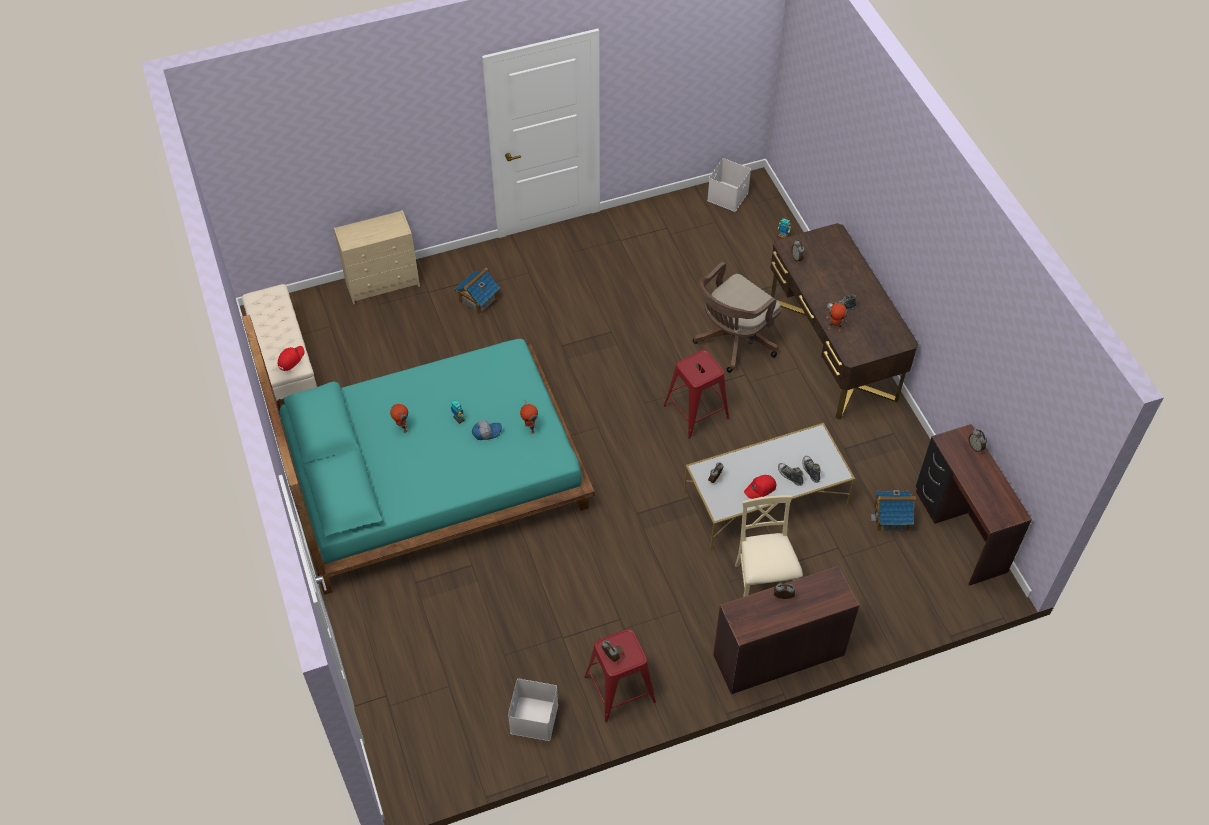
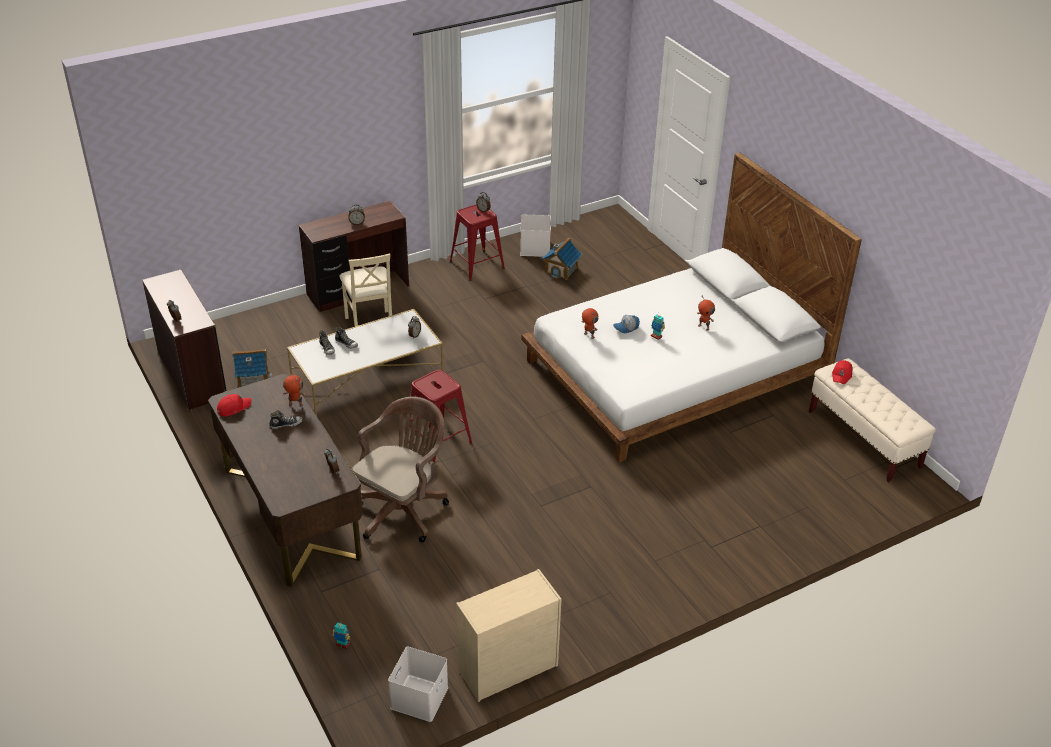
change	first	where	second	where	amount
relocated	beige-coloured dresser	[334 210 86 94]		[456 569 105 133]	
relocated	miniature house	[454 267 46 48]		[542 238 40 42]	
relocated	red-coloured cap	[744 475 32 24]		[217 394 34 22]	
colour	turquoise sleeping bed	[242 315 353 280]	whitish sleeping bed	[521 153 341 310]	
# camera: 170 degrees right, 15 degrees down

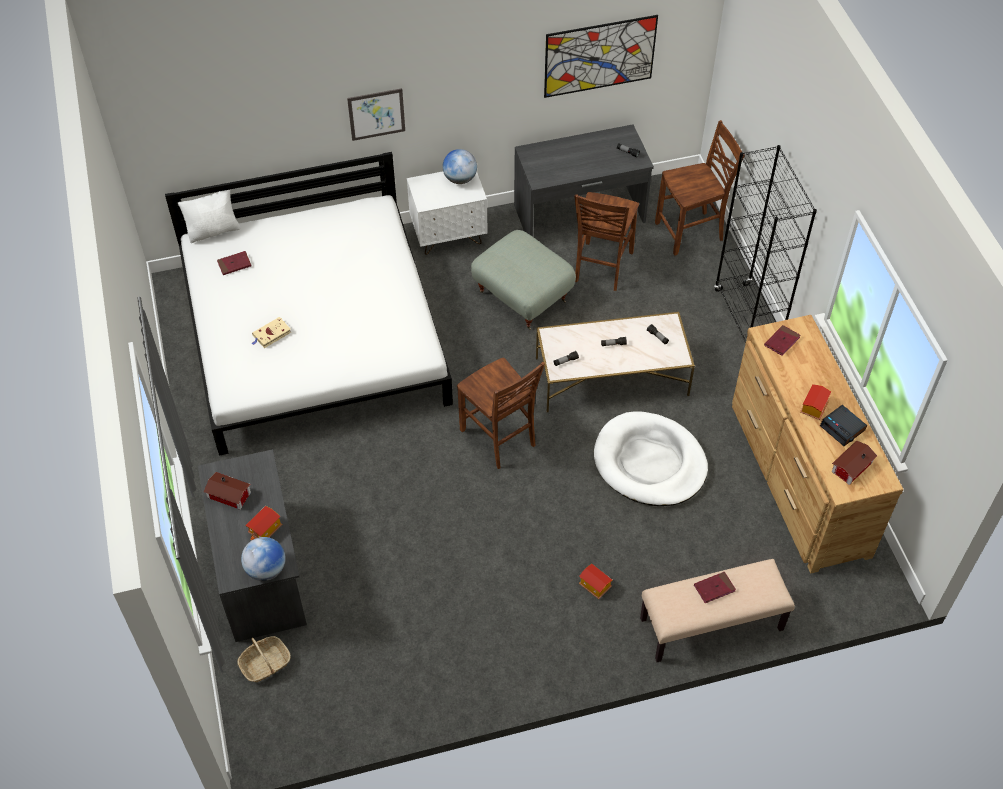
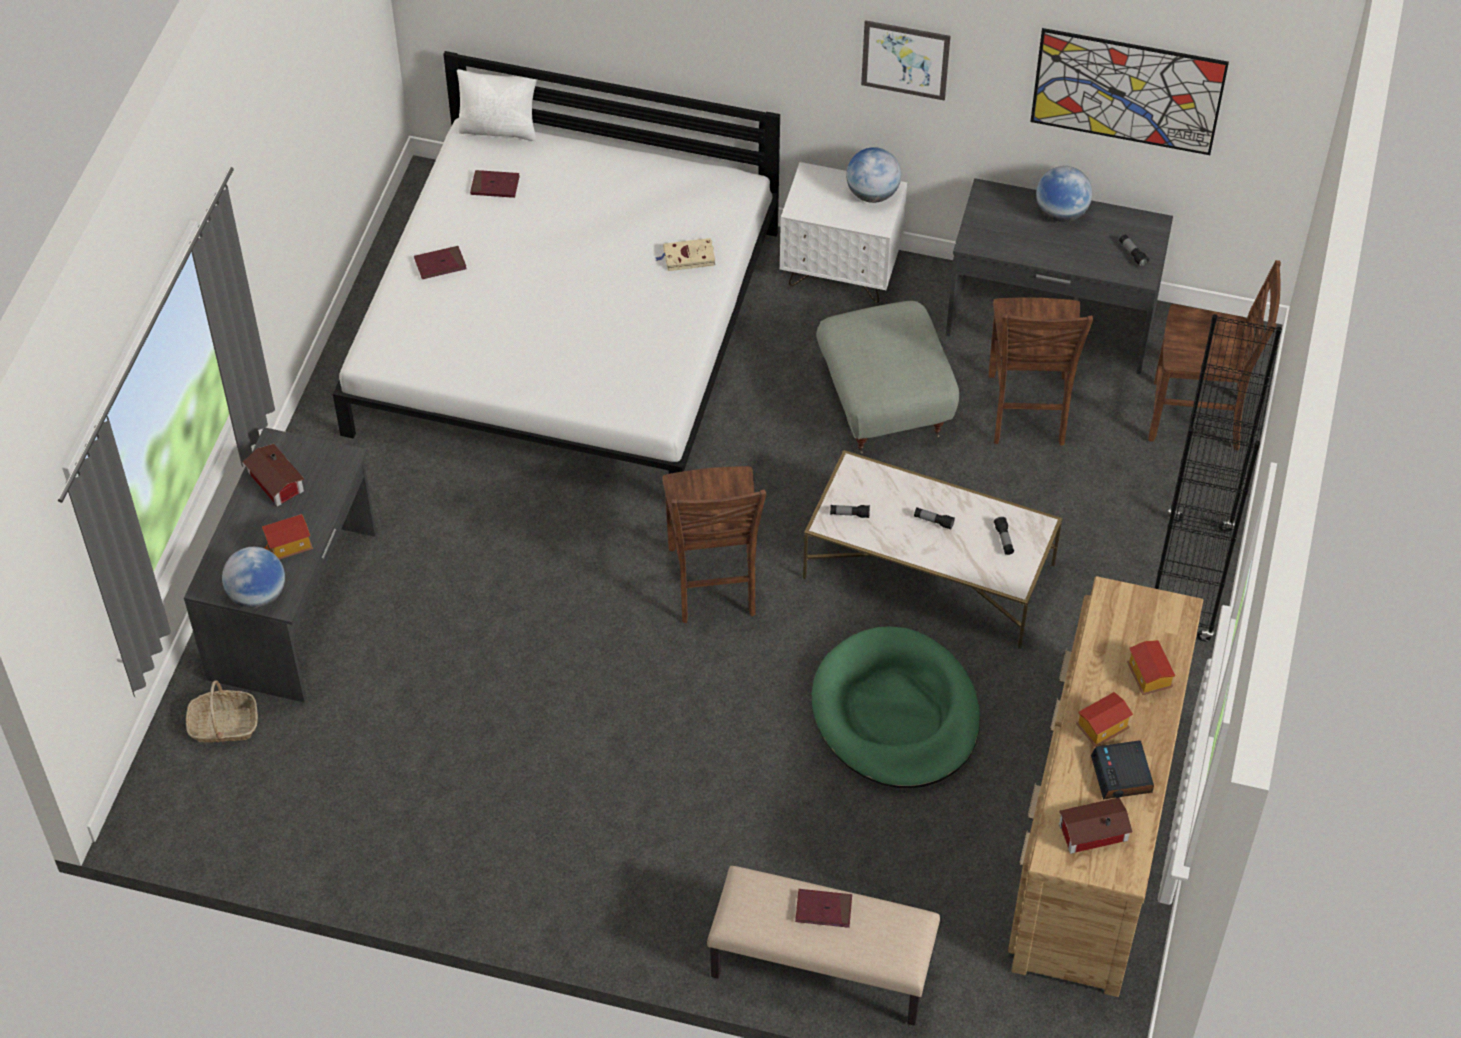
change	first	where	second	where	amount
appeared			desk globe	[1036 166 56 56]	
relocated	beige-coloured volume	[251 317 40 31]		[656 238 59 33]	
relocated	wall picture	[347 88 58 53]		[861 20 90 81]	
relocated	miniature house	[579 564 33 35]		[1127 640 49 55]	
relocated	red-coloured volume	[764 325 37 31]		[414 246 53 33]	
colour	whitish dog cushion	[594 411 114 95]	green dog cushion	[812 626 168 162]	
spun	brownish upright chair	[574 192 65 99]		[989 297 104 149]	45 degrees counterclockwise
# camera: 30 degrees right, 0 degrees up

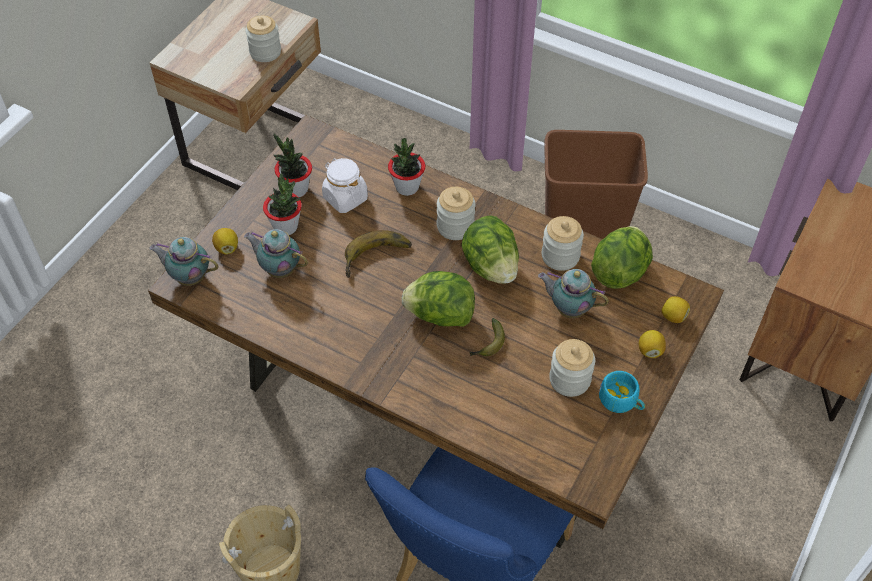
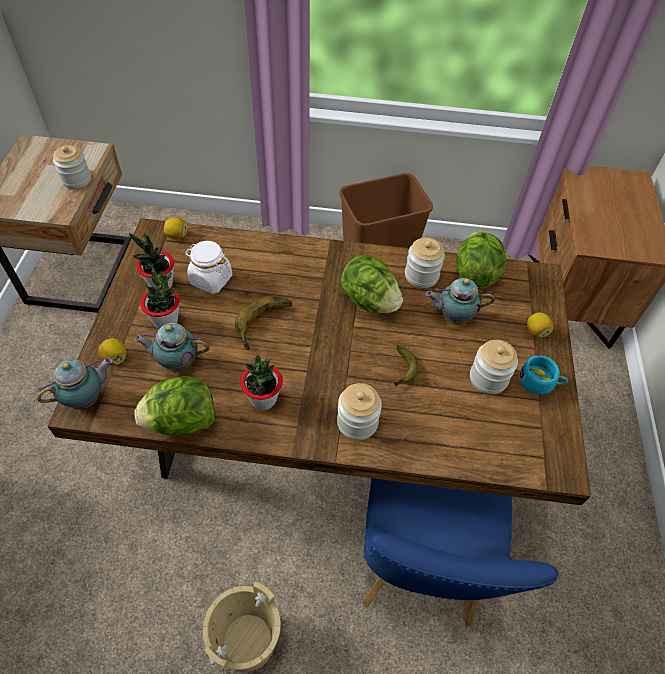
change	first	where	second	where	amount
relocated	houseplant	[388 138 37 58]		[240 356 43 54]	
relocated	head of lettuce	[402 271 73 56]		[134 376 81 59]	
relocated	storage jar	[437 187 39 53]		[337 383 45 57]	
relocated	citrus fruit	[661 296 29 27]		[164 217 23 22]	
spun	tea pot	[149 237 70 49]		[37 358 76 52]	150 degrees clockwise
# camera: 25 degrees left, 0 degrees up

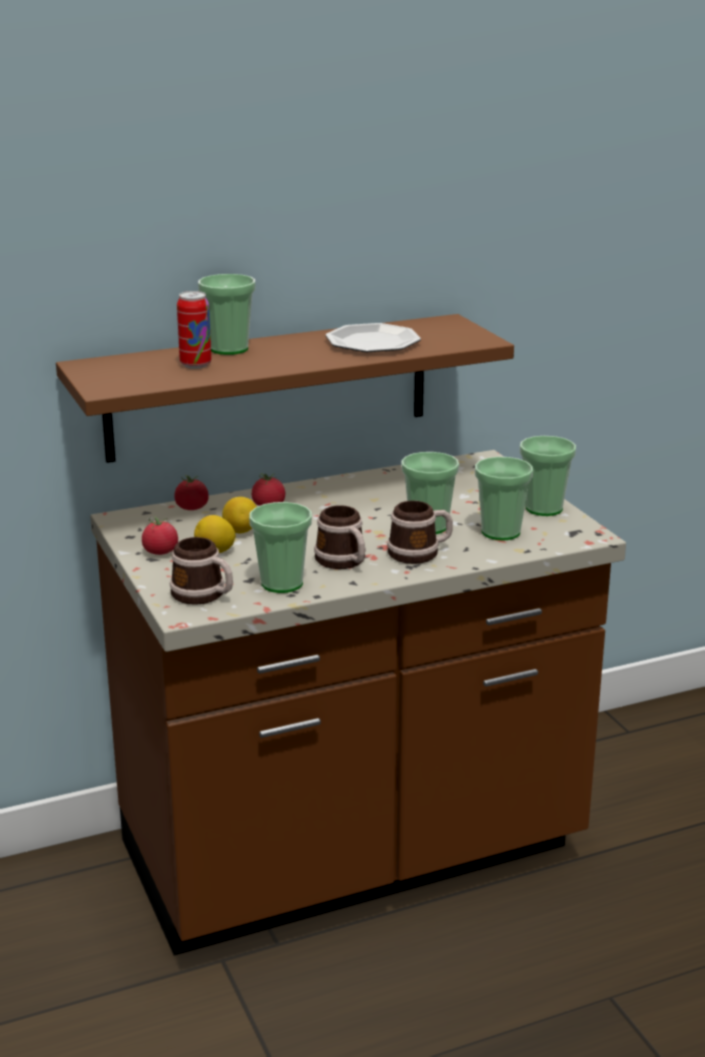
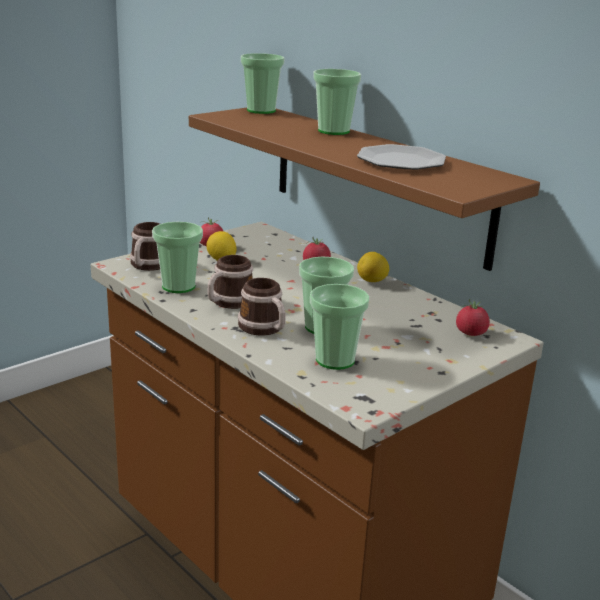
change	first	where	second	where	amount
missing	can	[177 291 34 78]			
relocated	fresh tomato	[174 475 35 35]		[456 299 34 37]	
relocated	citrus fruit	[222 497 35 36]		[357 252 32 30]	
relocated	cup	[520 436 56 80]		[241 53 44 61]	
# camera: 70 degrees right, 0 degrees up

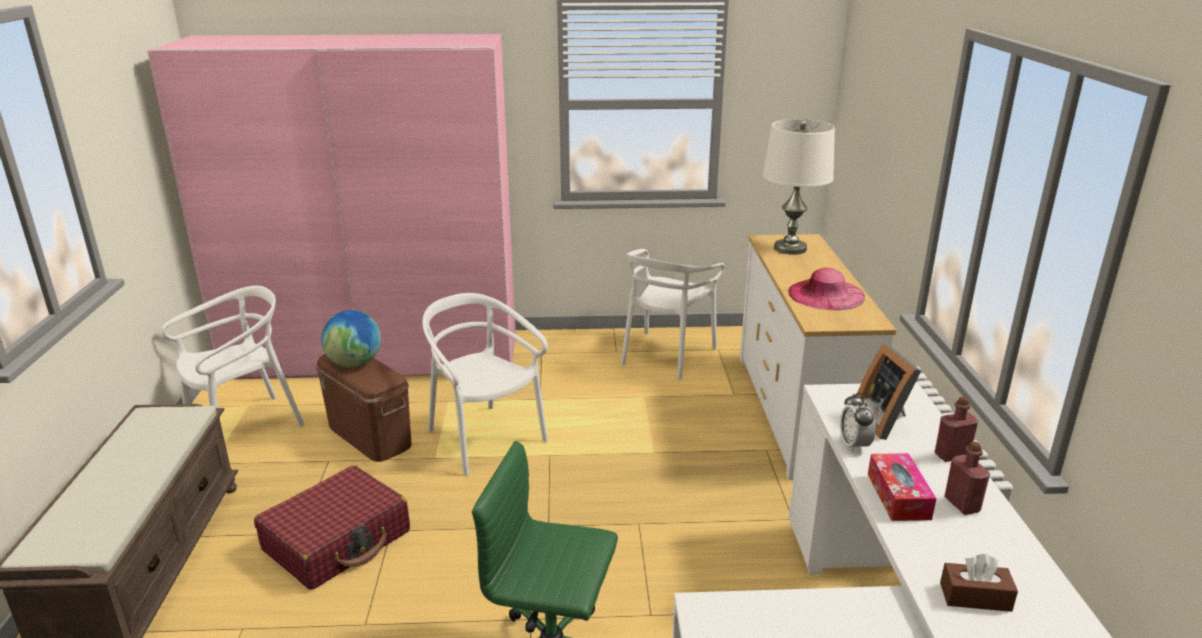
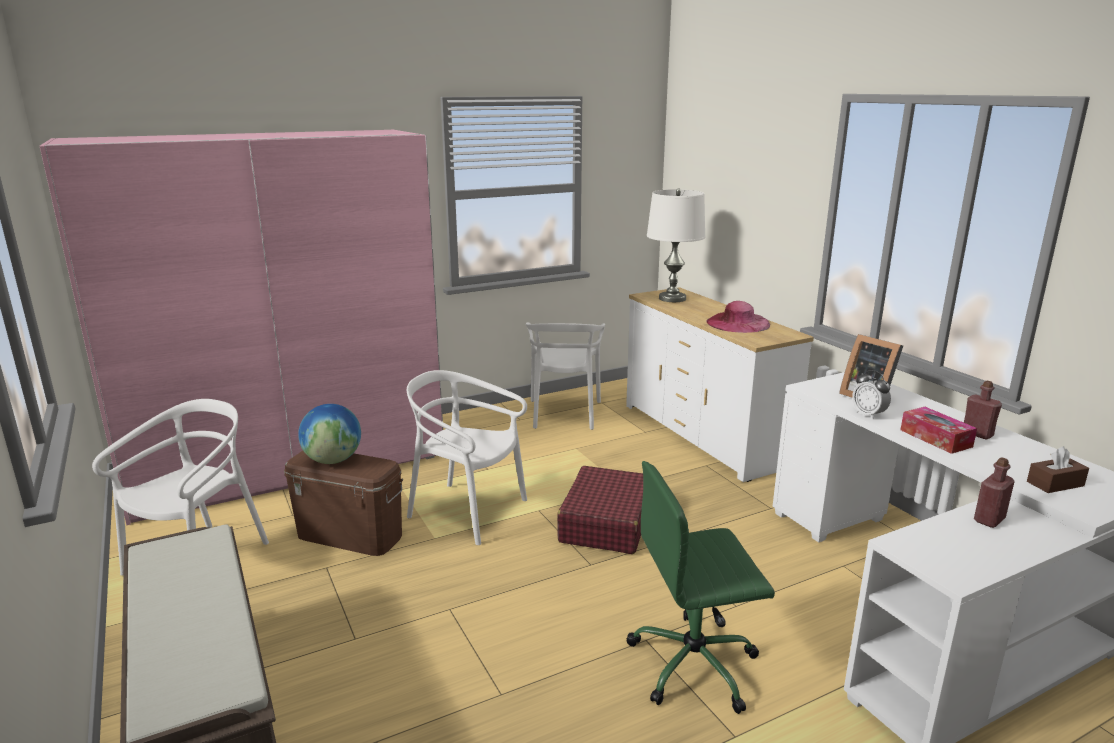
change	first	where	second	where	amount
relocated	red-coloured travel case	[254 465 156 125]		[557 466 86 88]	
relocated	red-coloured drink bottle	[935 397 43 65]		[974 457 41 71]	
# camera: 25 degrees left, 5 degrees down

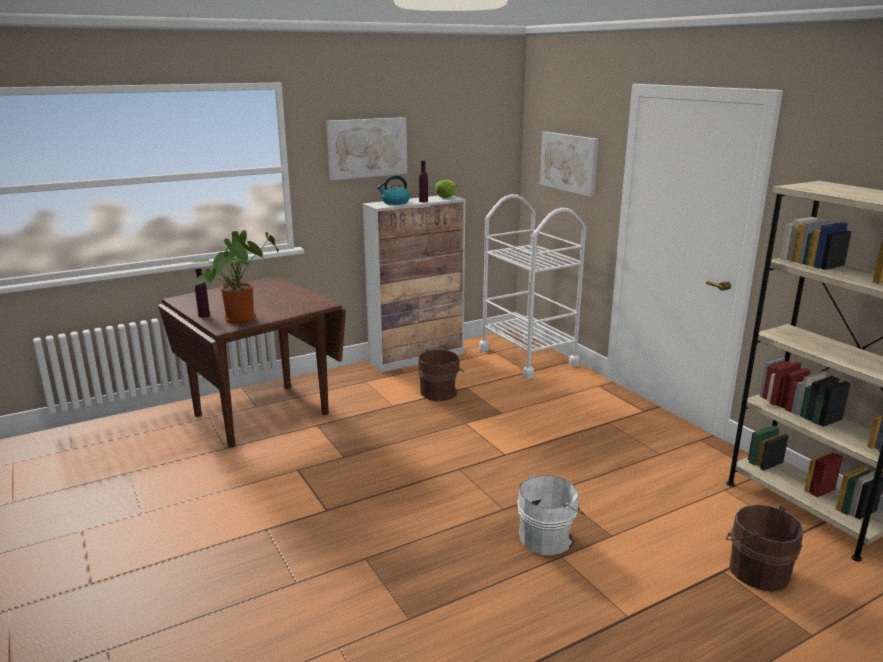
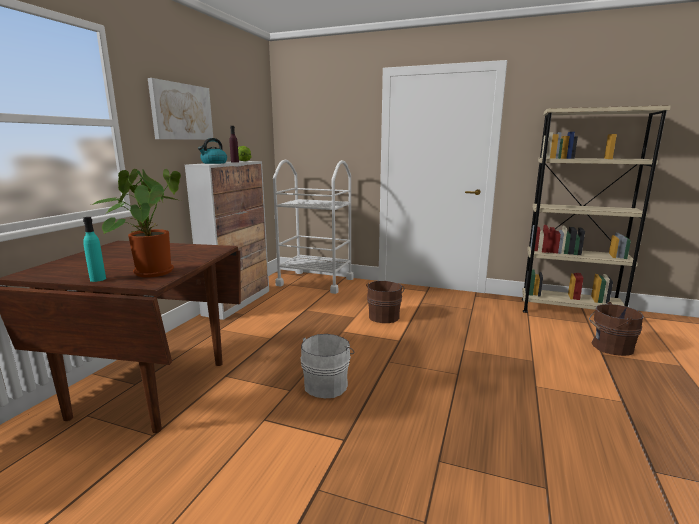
change	first	where	second	where	amount
missing	wall picture	[540 132 59 65]			
relocated	brownish water bucket	[418 349 46 52]		[366 281 38 42]	
relocated	whitish water bucket	[517 474 67 81]		[301 334 53 64]	
colour	purplish drink bottle	[195 268 15 50]	turquoise drink bottle	[83 217 23 65]	
# camera: 40 degrees left, 5 degrees down

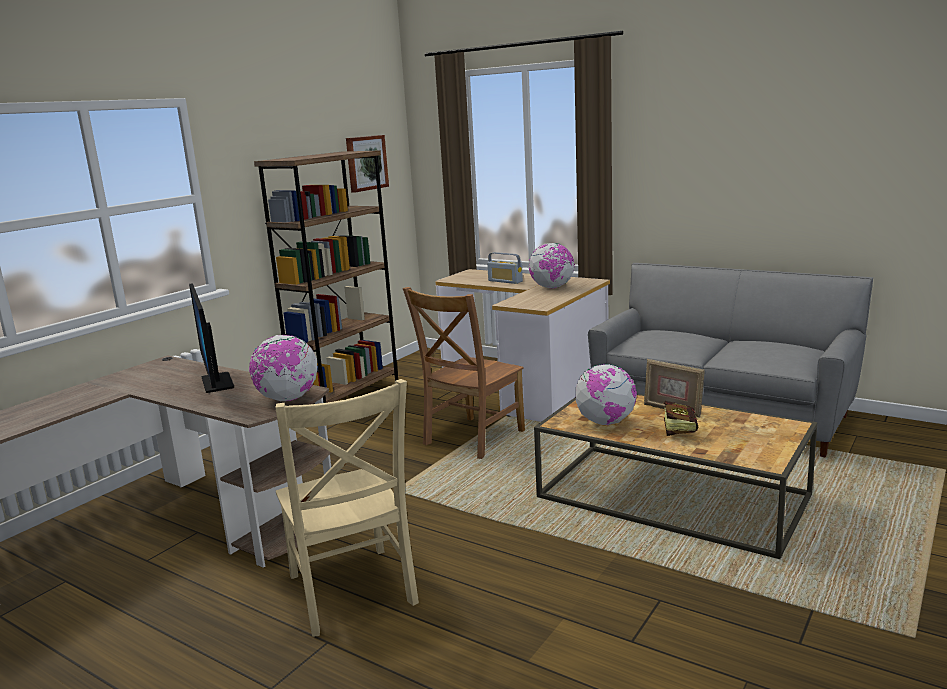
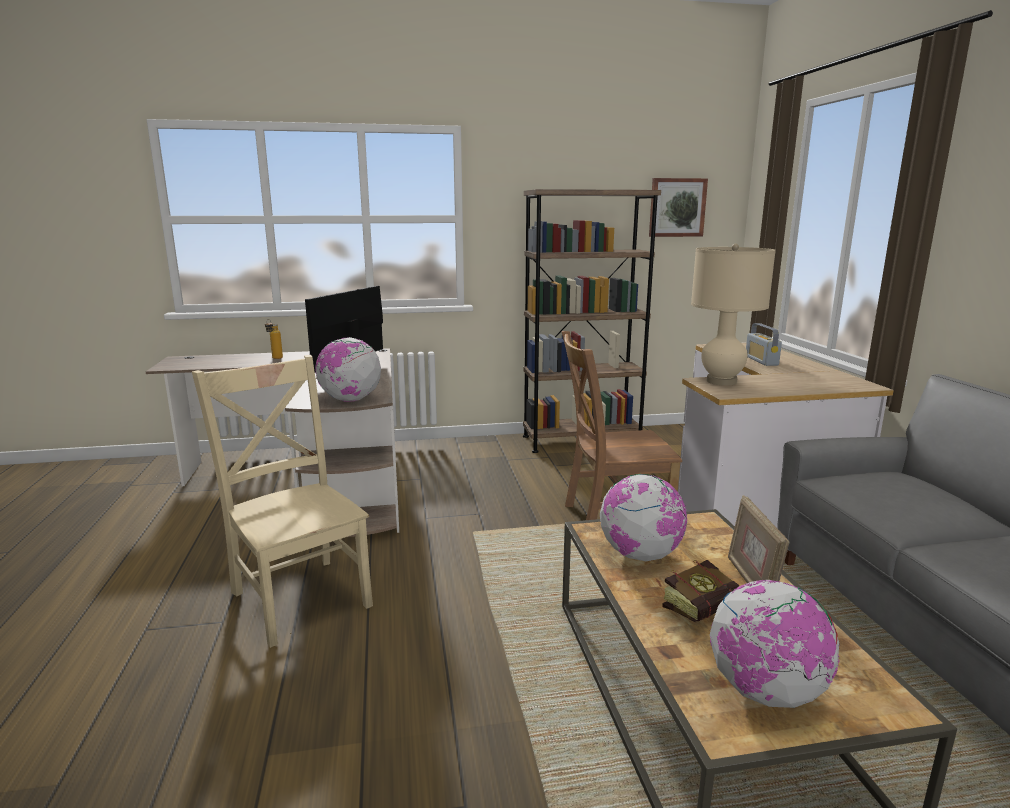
change	first	where	second	where	amount
appeared			drink bottle	[265 319 18 40]	
appeared			beige-coloured lamp for a table	[691 243 85 143]	
relocated	desk globe	[529 243 45 45]		[710 580 130 128]	
spun	beige-coloured upright chair	[275 379 144 258]		[192 355 181 293]	120 degrees clockwise
# camera: 45 degrees right, 0 degrees up

